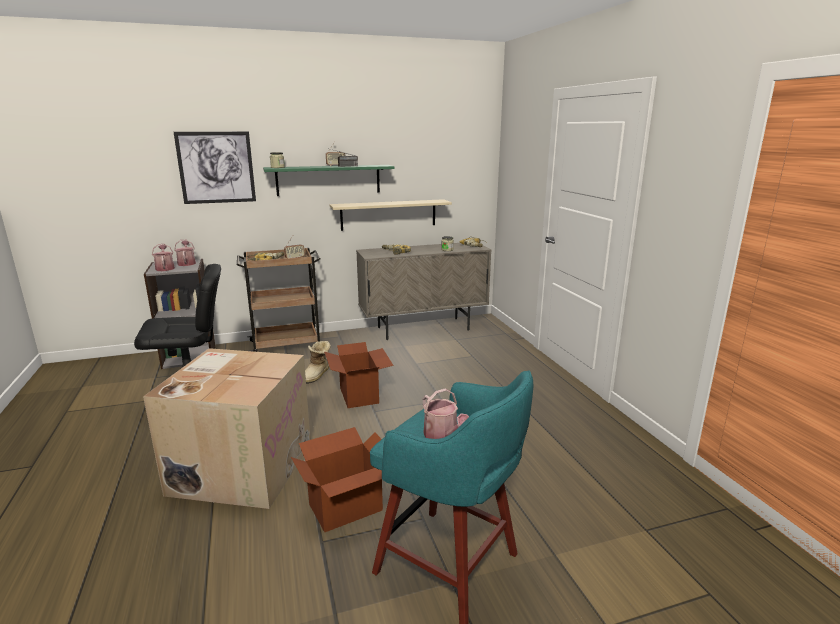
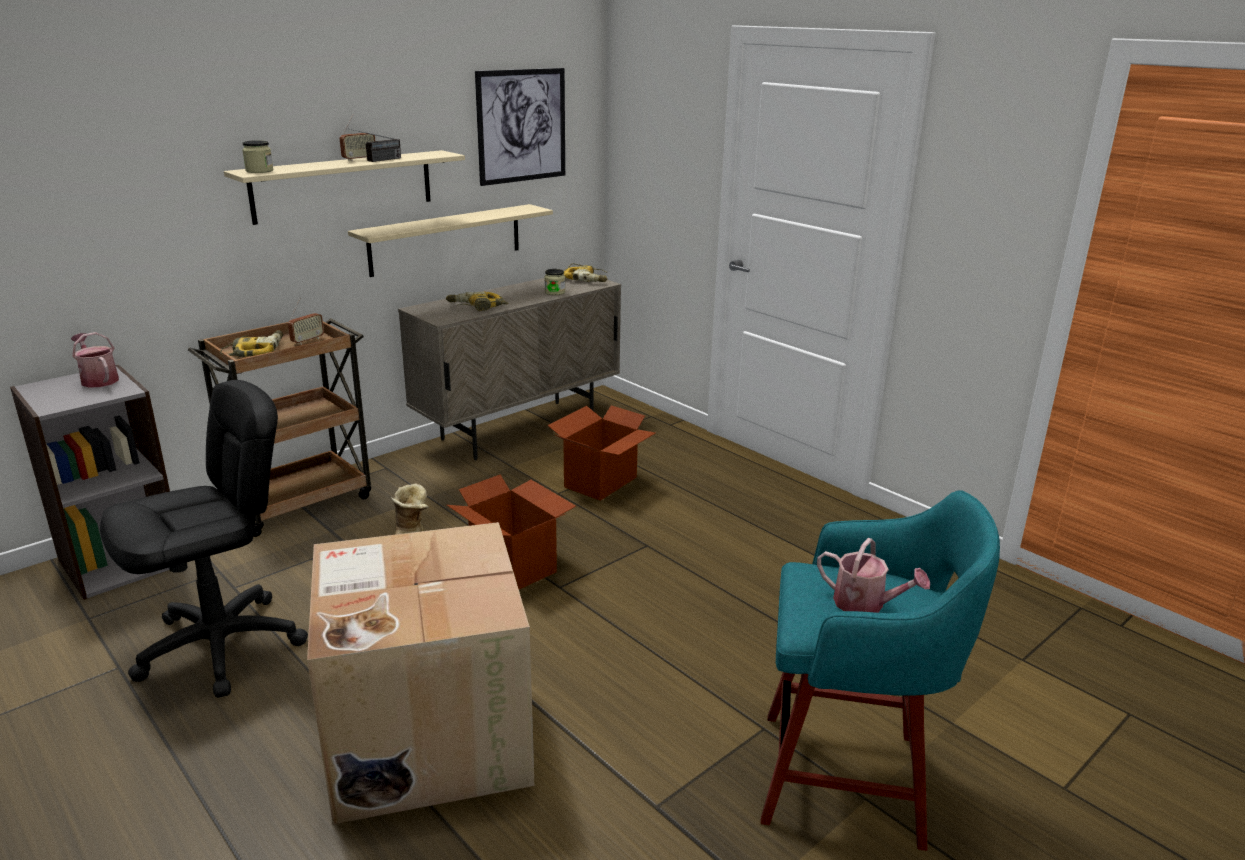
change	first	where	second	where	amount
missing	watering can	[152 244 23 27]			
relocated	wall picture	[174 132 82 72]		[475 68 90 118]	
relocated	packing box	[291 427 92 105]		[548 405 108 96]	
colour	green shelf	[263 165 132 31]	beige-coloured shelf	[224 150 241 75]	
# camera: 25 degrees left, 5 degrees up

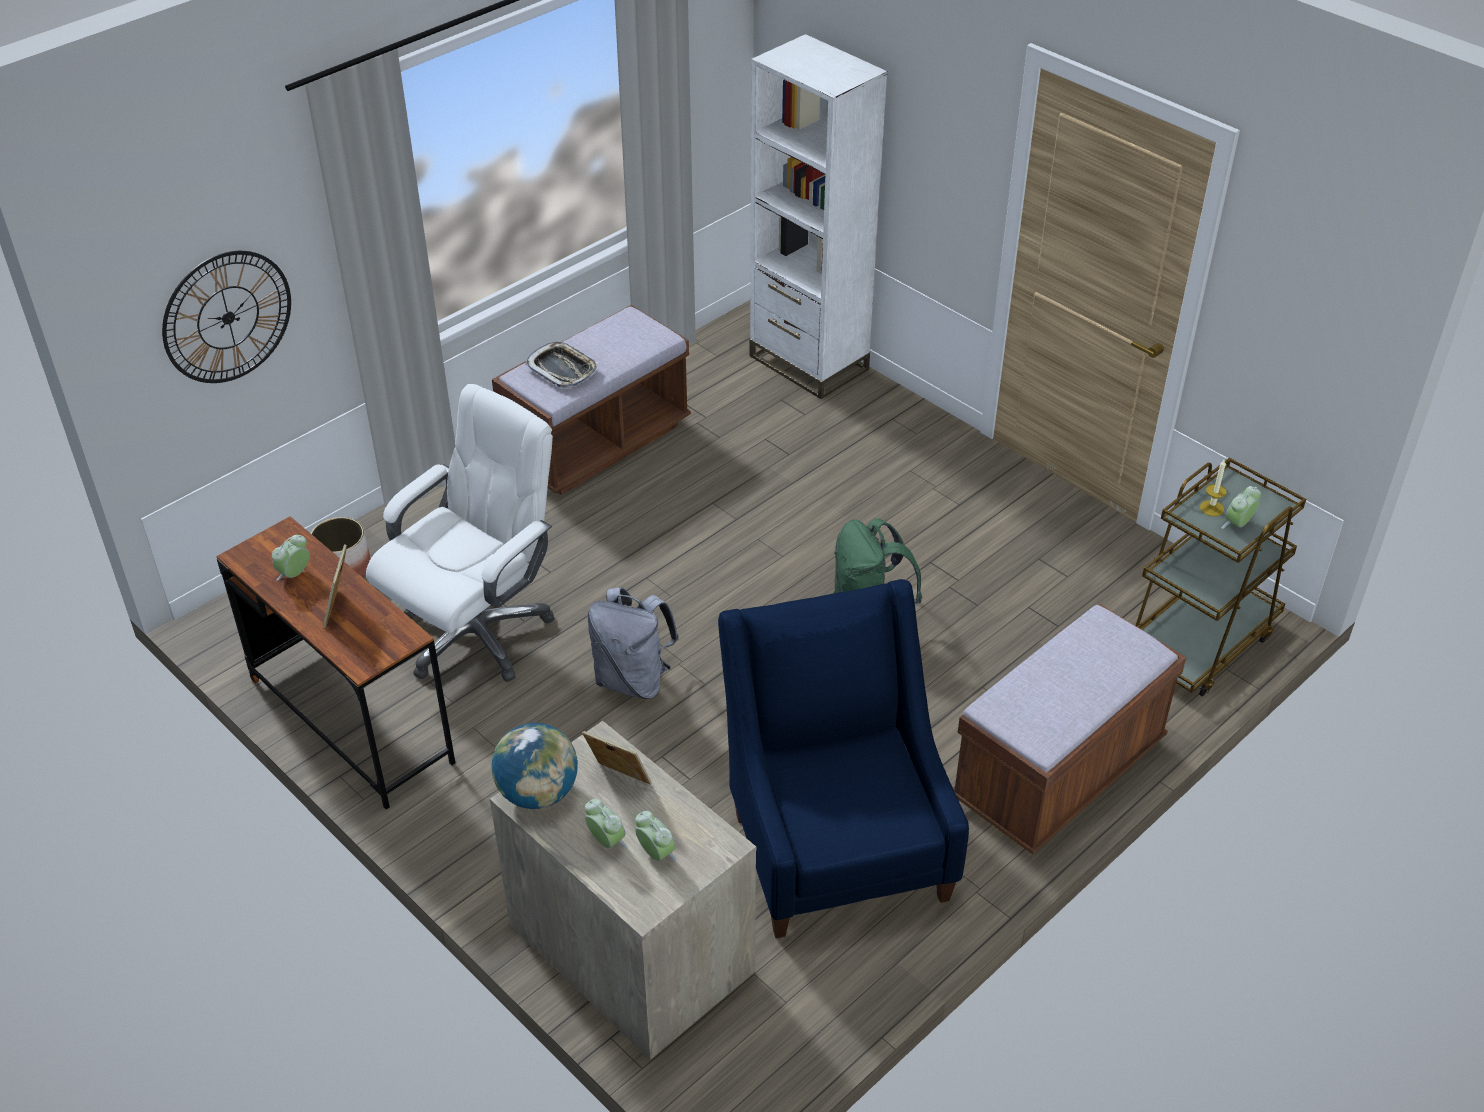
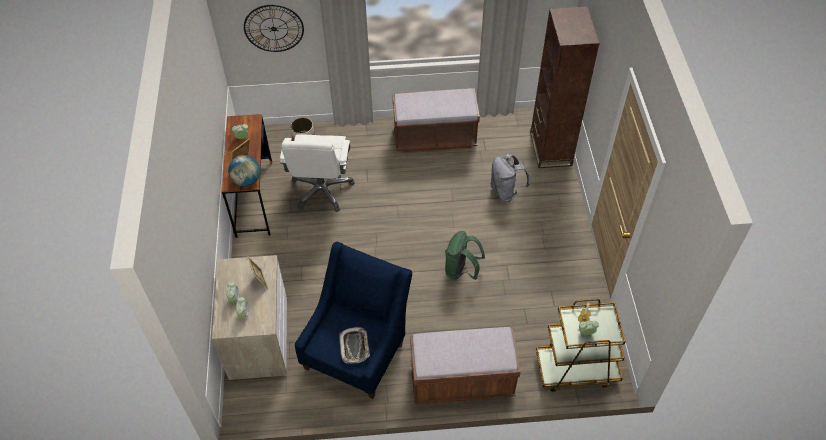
change	first	where	second	where	amount
relocated	desk globe	[492 723 86 86]		[228 155 32 31]	
relocated	carrying tray	[525 342 73 46]		[339 327 31 36]	
relocated	grey rucksack	[587 587 92 112]		[491 154 38 48]	
colour	whitish bookshelf	[750 34 138 365]	brownish bookshelf	[530 6 70 162]	
spun	whitish office chair	[366 384 188 298]		[280 134 75 78]	105 degrees clockwise
# camera: 40 degrees right, 10 degrees up

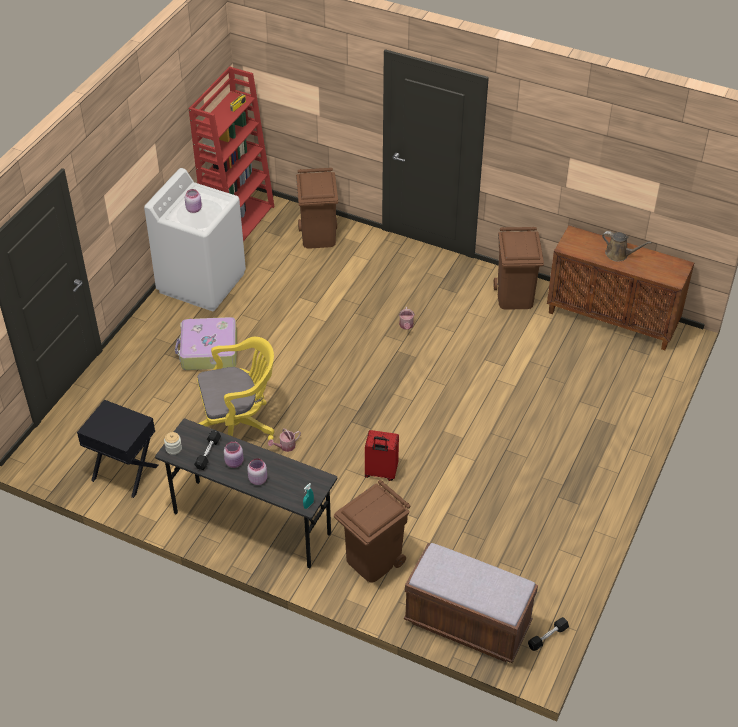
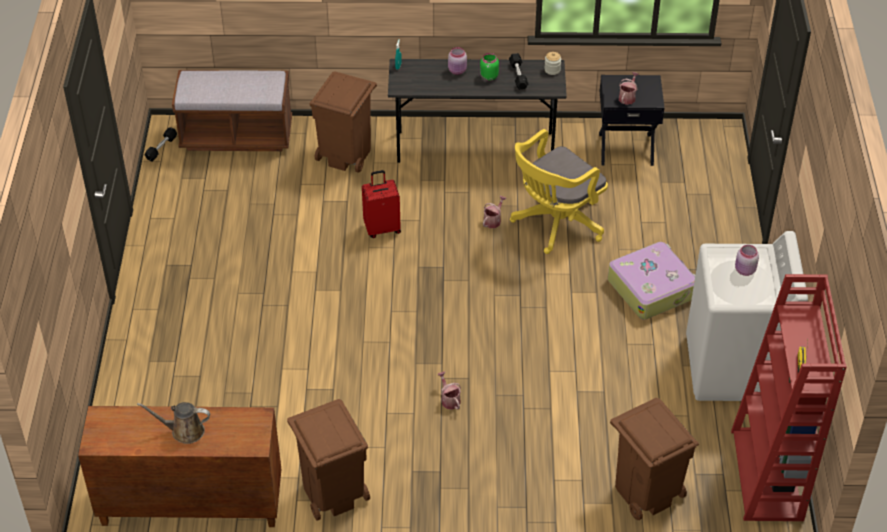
change	first	where	second	where	amount
appeared			watering can	[619 72 20 33]	
colour	pinkish storage jar	[224 441 19 27]	green storage jar	[480 53 19 28]	
# camera: 155 degrees right, 0 degrees up

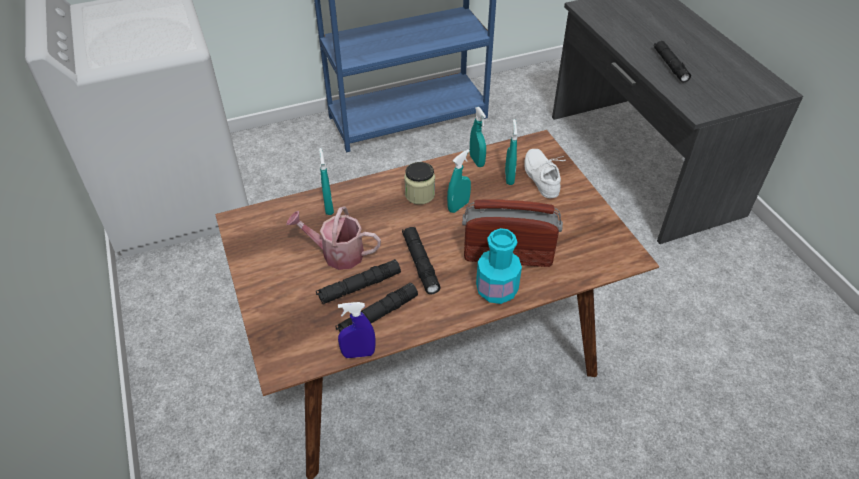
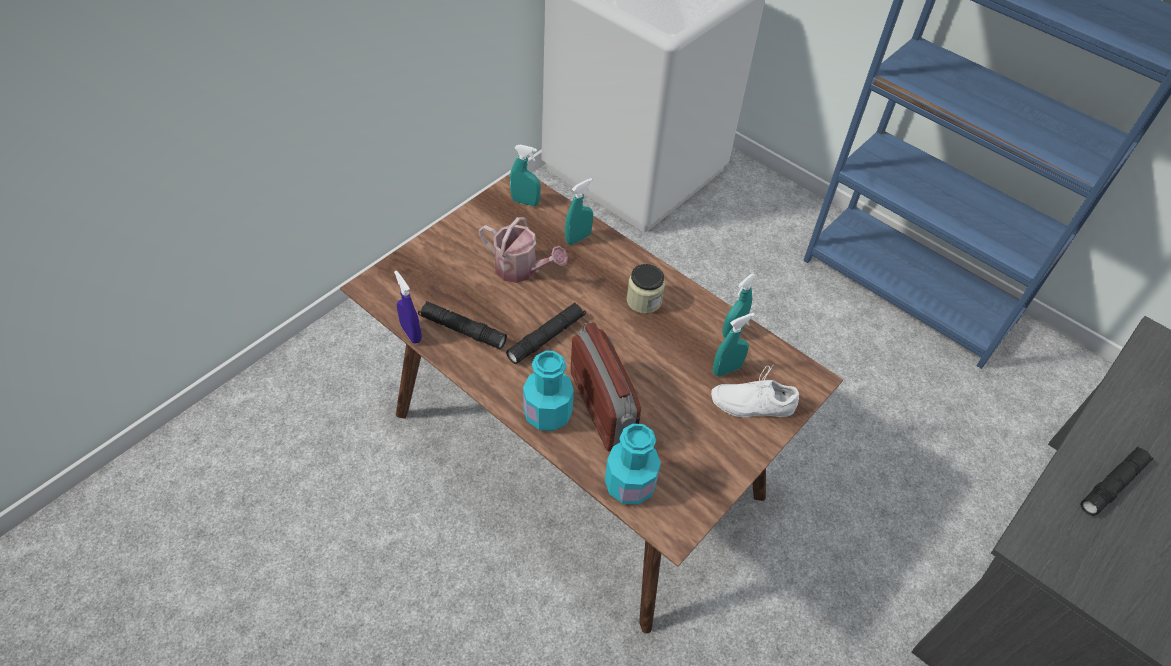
change	first	where	second	where	amount
missing	black hand torch	[316 259 85 45]			
appeared			turquoise drink bottle	[605 424 56 81]	
relocated	turquoise sprayer	[447 149 24 64]		[510 145 31 61]	
spun	watering can	[286 207 95 63]		[479 217 89 66]	135 degrees clockwise
spun	whitish item of footwear	[524 149 42 50]		[711 365 88 52]	135 degrees counterclockwise
# camera: 60 degrees right, 5 degrees up

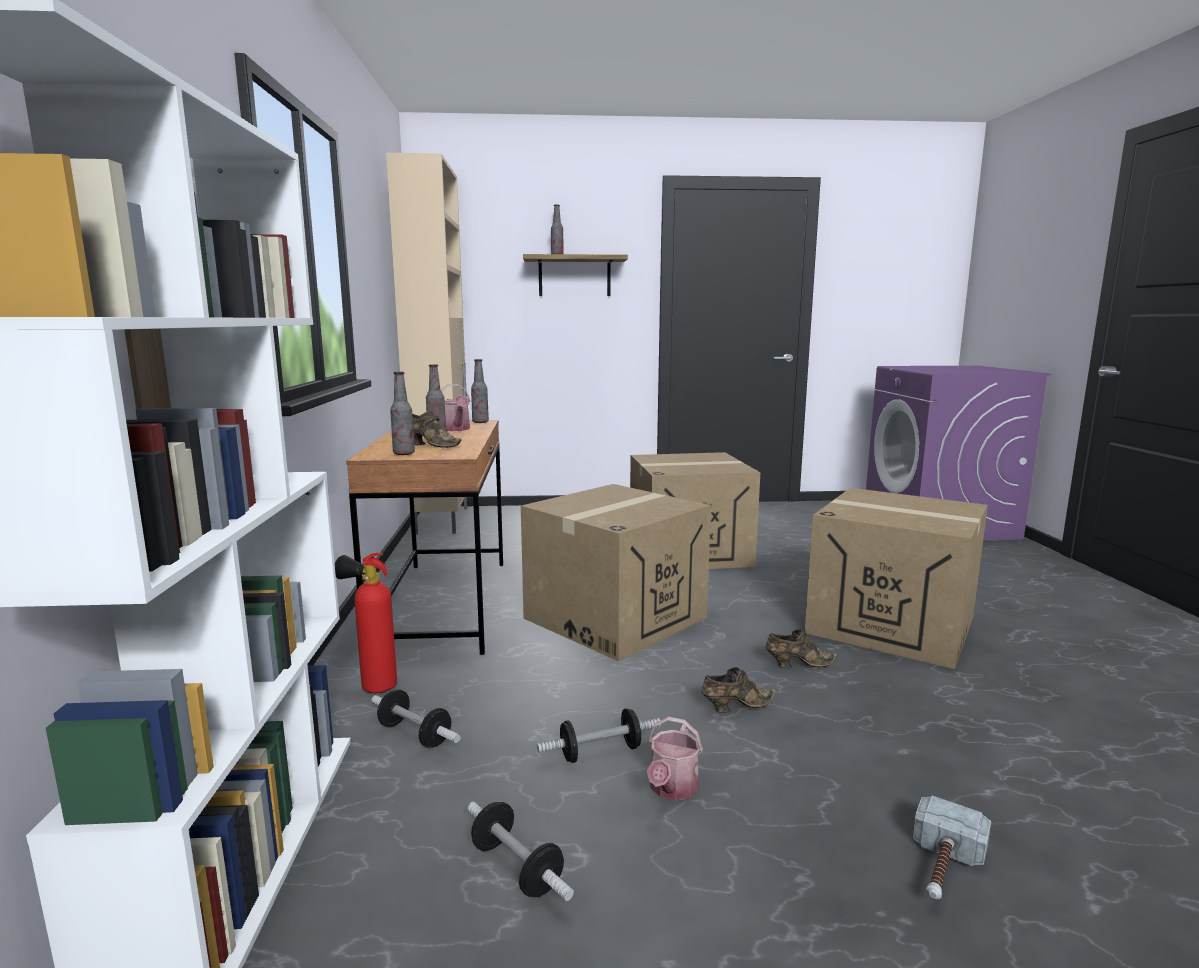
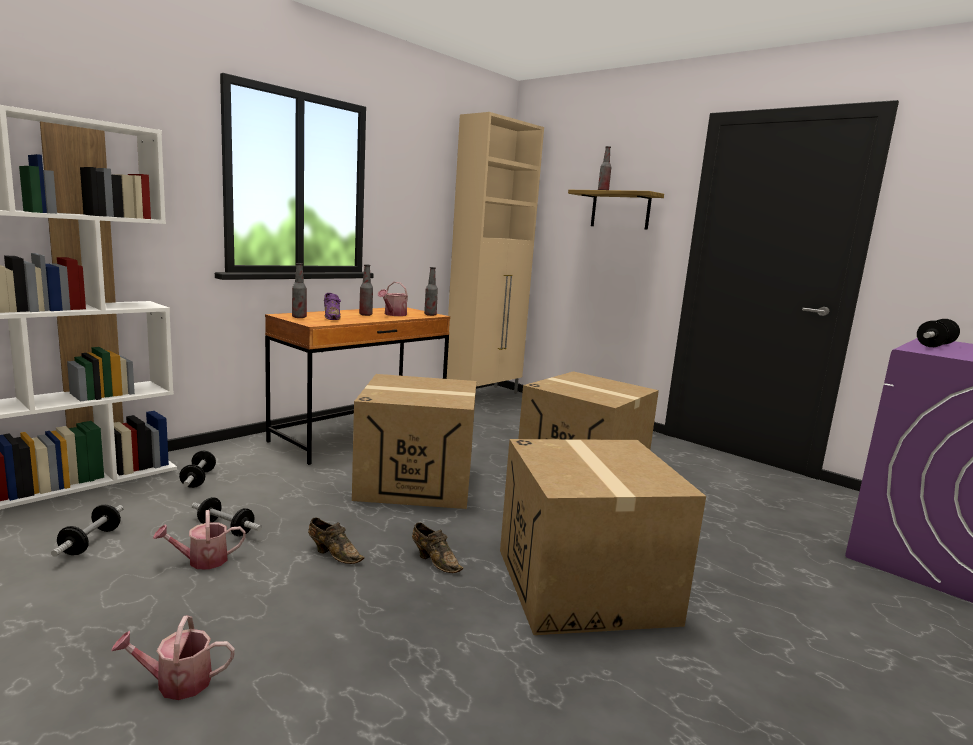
change	first	where	second	where	amount
missing	fire-fighting cylinder	[335 552 62 141]			
appeared			free weight	[917 319 43 28]	
exchanged	tool hammer	[913 796 78 104]	watering can	[111 616 124 84]	
colour	brownish item of footwear	[412 411 50 37]	purplish item of footwear	[324 293 17 27]	
# camera: 45 degrees right, 0 degrees up

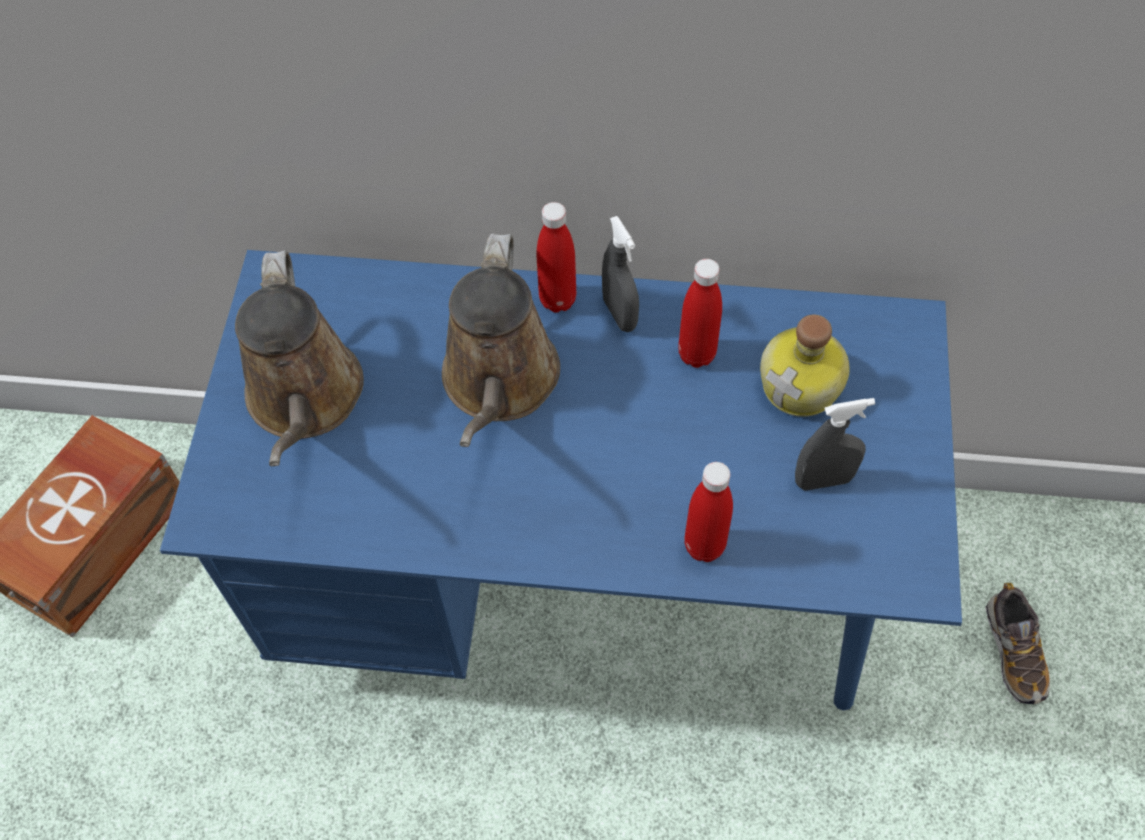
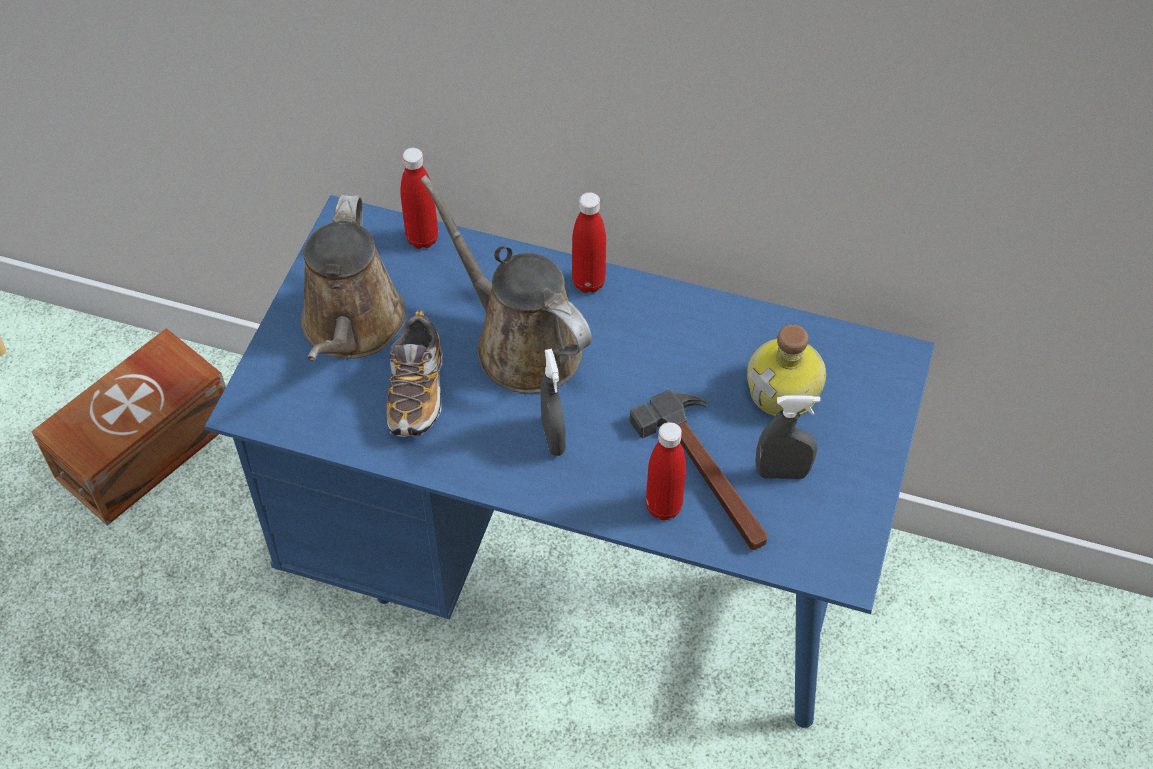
change	first	where	second	where	amount
appeared			tool hammer	[630 390 137 160]	
relocated	grey sprayer	[602 216 37 116]		[540 349 26 107]	
relocated	red-coloured drink bottle	[678 259 44 109]		[400 148 38 101]	
relocated	item of footwear	[986 583 64 121]		[386 311 57 126]	
spun	brownish watering can	[442 233 118 214]		[420 175 172 218]	120 degrees clockwise
# camera: 10 degrees right, 5 degrees down

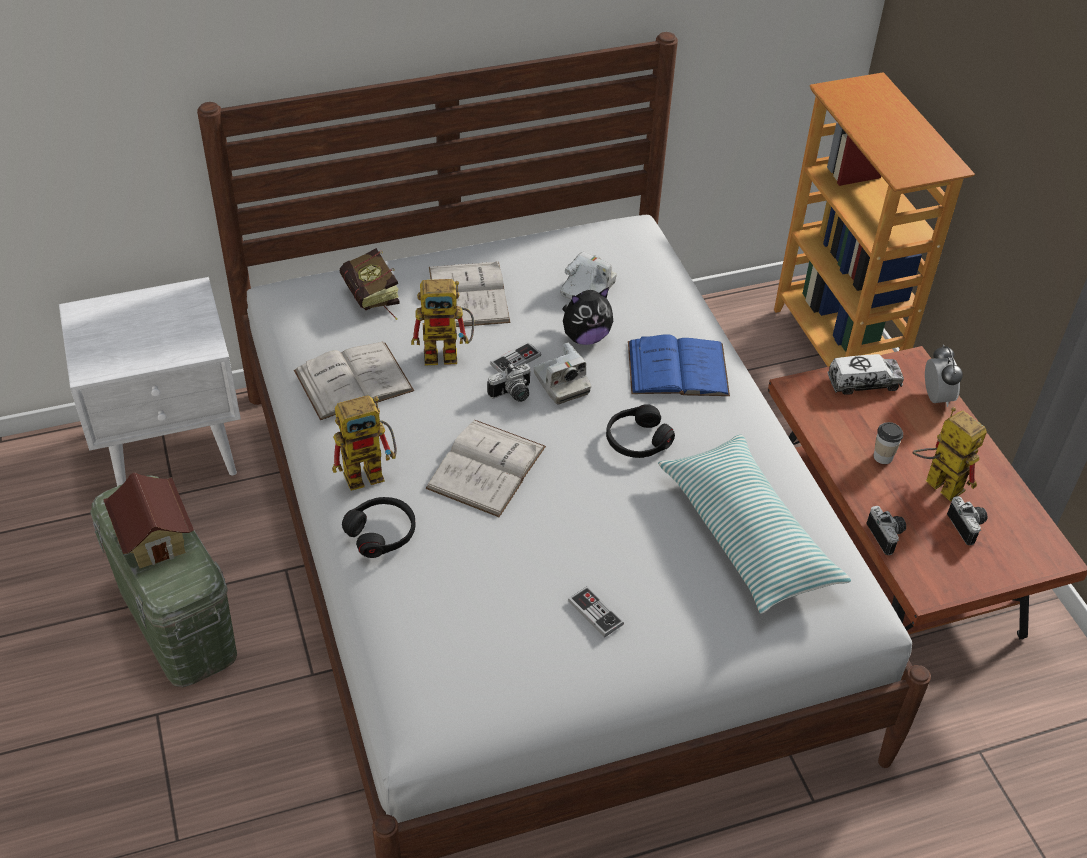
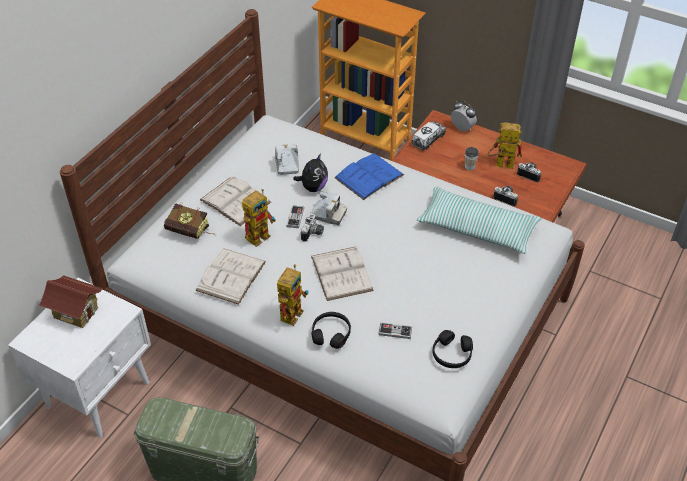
change	first	where	second	where	amount
relocated	miniature house	[103 473 91 95]		[39 275 64 53]	
relocated	game controller	[568 587 56 50]		[379 322 33 17]	
relocated	black headset	[606 404 69 54]		[432 330 41 38]	
# camera: 40 degrees left, 0 degrees up

